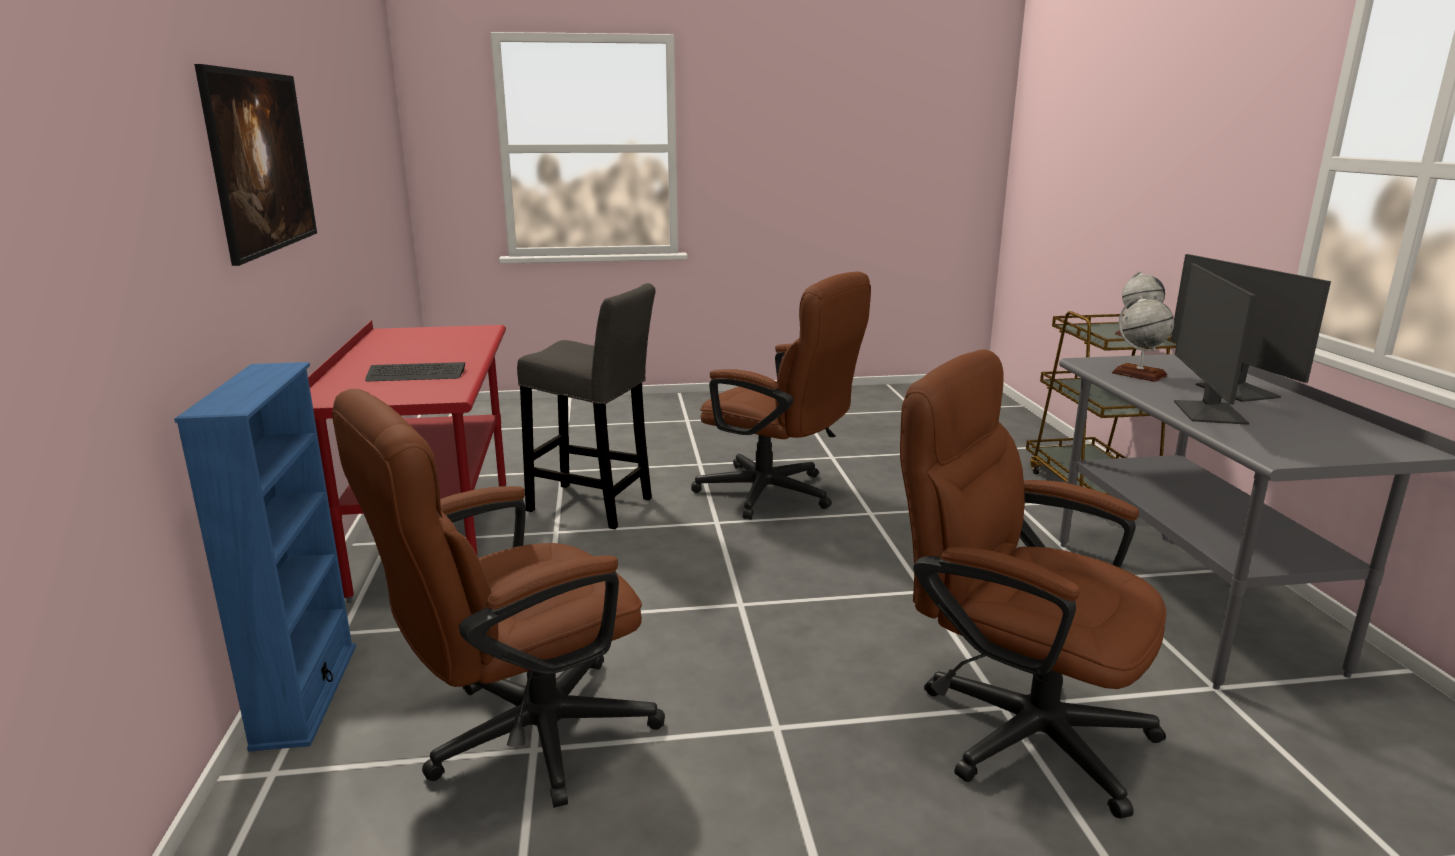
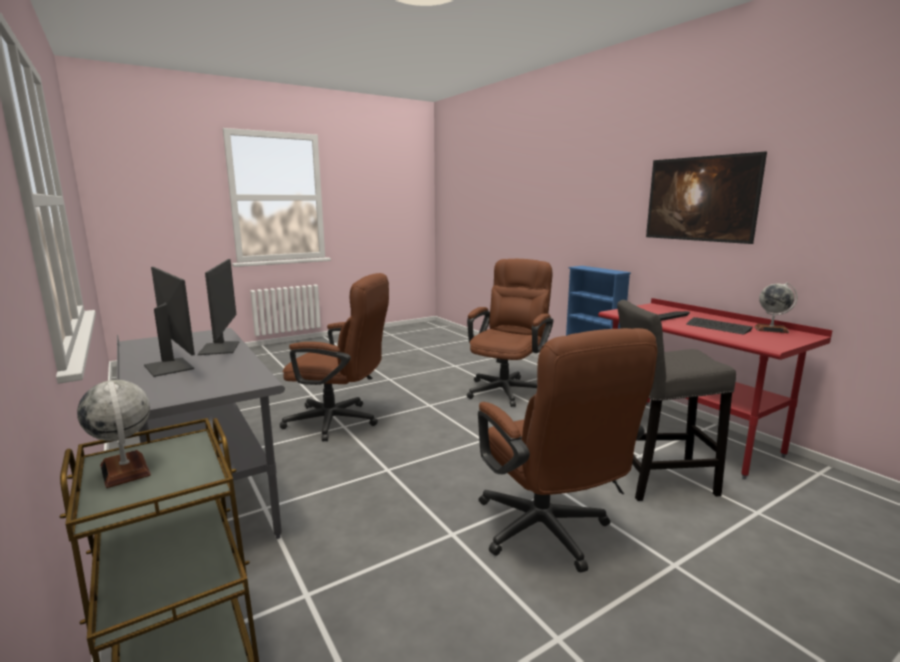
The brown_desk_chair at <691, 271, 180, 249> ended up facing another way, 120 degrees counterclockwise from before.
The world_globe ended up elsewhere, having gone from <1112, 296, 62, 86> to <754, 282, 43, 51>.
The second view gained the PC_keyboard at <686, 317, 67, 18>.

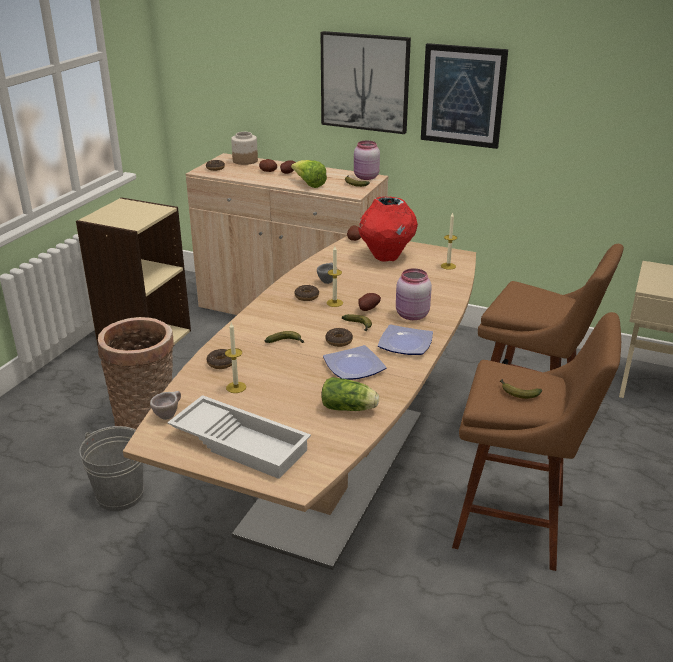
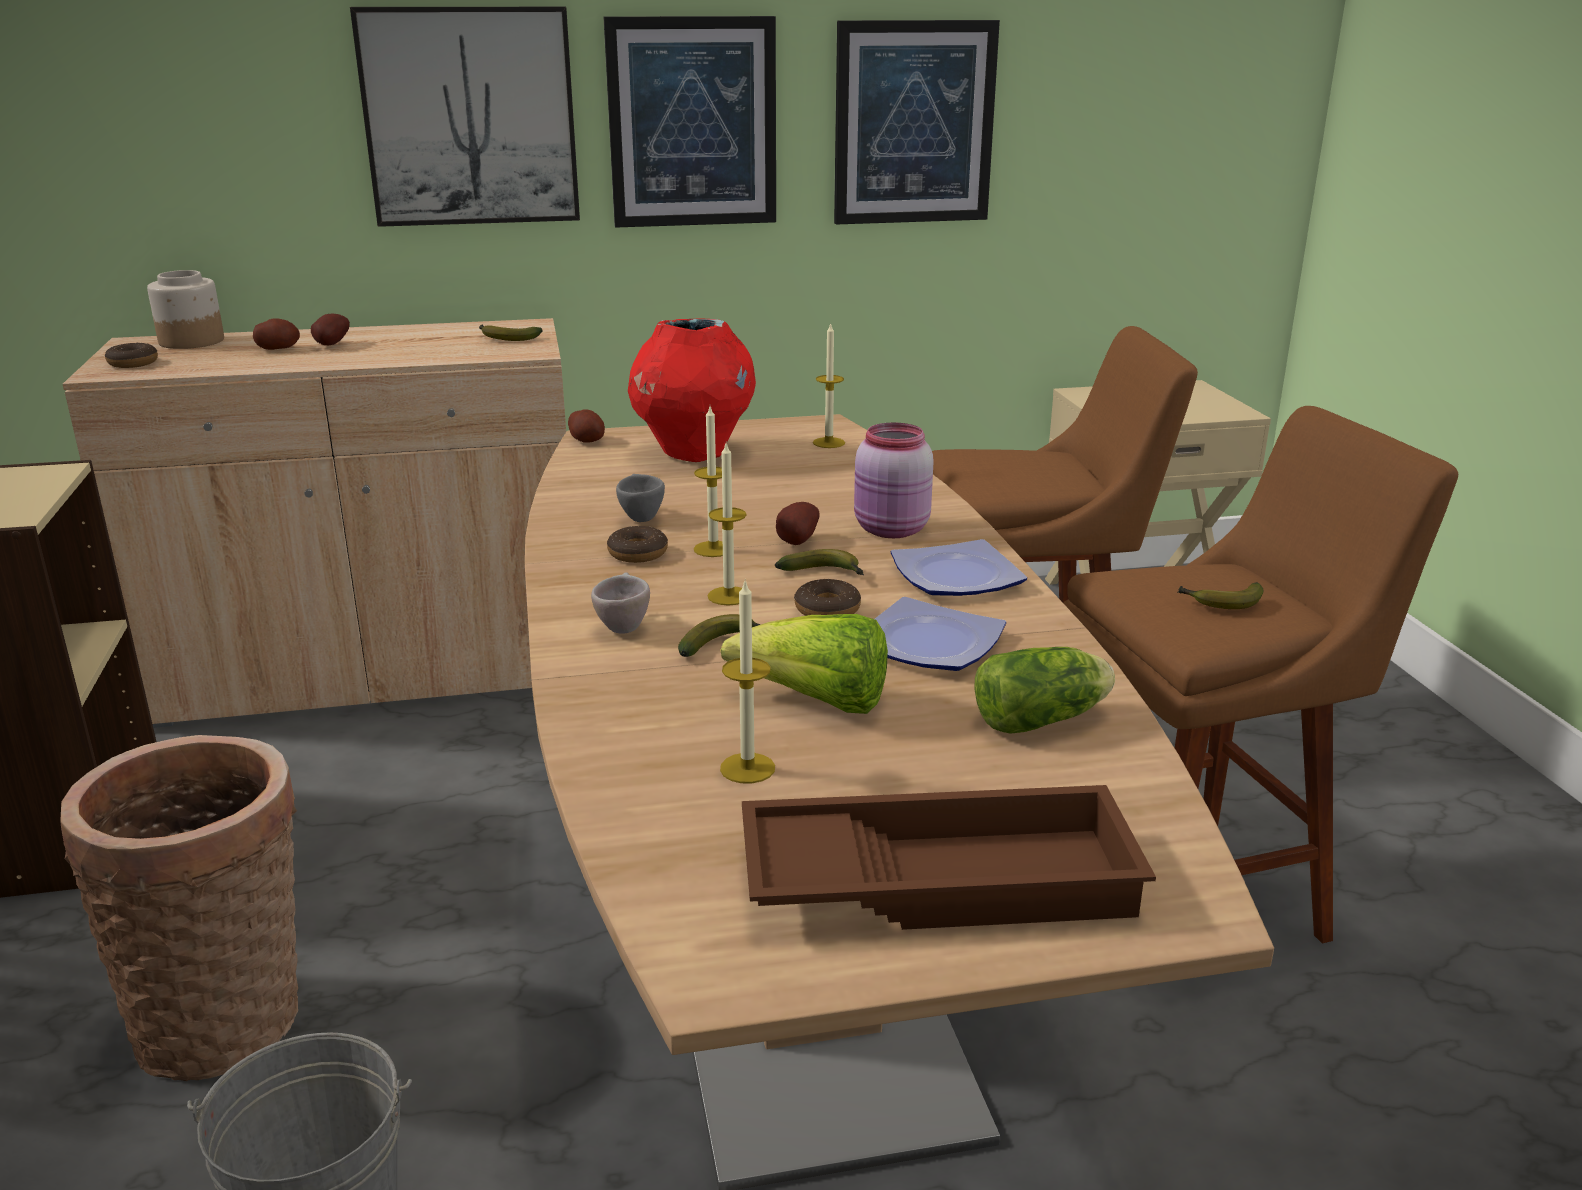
The second view lost the pinkish_preserve_jar at <354, 141, 26, 39>.
The lettuce_head ended up elsewhere, having gone from <291, 160, 36, 28> to <720, 614, 168, 100>.
The second view lost the donut at <207, 349, 25, 20>.
The sand-coloured_small_cup ended up elsewhere, having gone from <150, 391, 31, 29> to <591, 572, 59, 62>.
What was the whitish_tray at <167, 395, 144, 84> turned into the brown_tray at <742, 785, 414, 145>.
The second view gained the picture at <834, 20, 166, 204>.
The second view gained the wax_candle at <708, 443, 38, 162>.

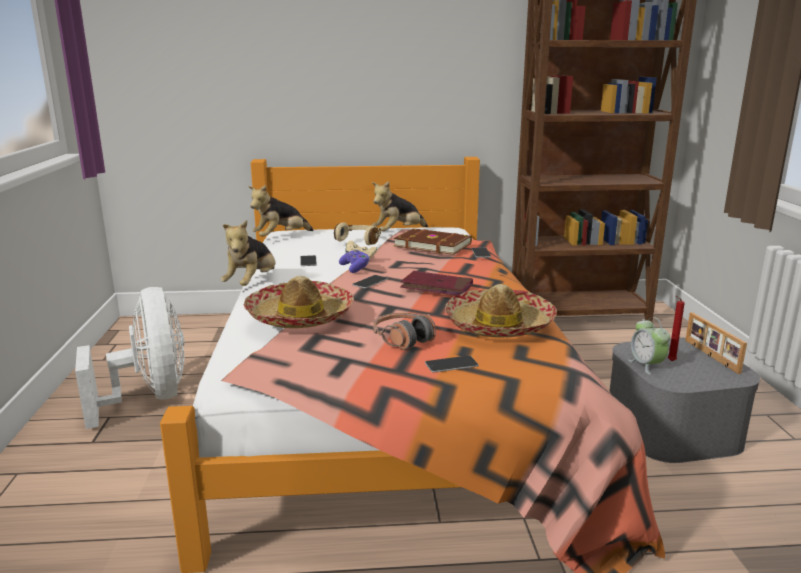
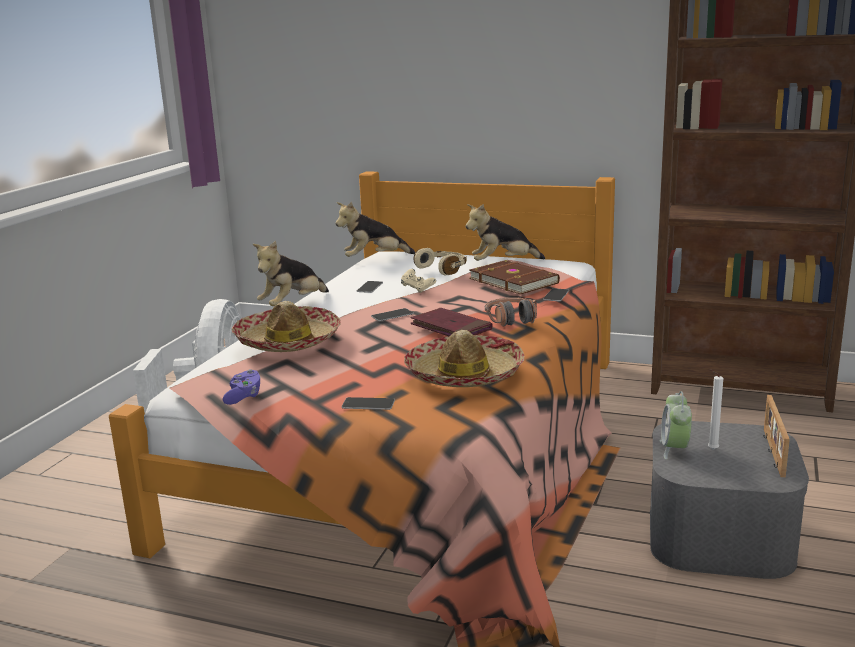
The purplish_game_controller ended up elsewhere, having gone from <339, 249, 31, 24> to <223, 369, 38, 36>.
What was the reddish_wax_candle at <668, 296, 17, 65> turned into the whitish_wax_candle at <708, 369, 15, 81>.
The pair_of_headphones ended up elsewhere, having gone from <373, 312, 63, 38> to <485, 297, 52, 30>.

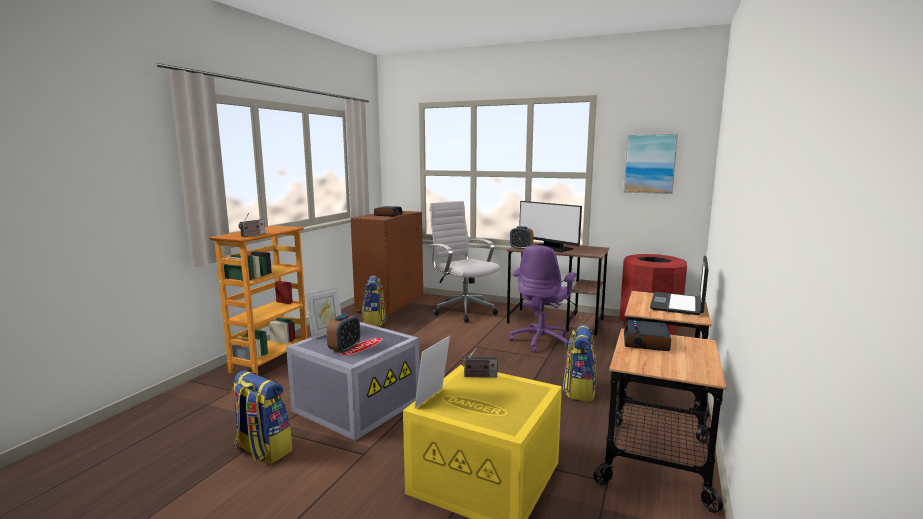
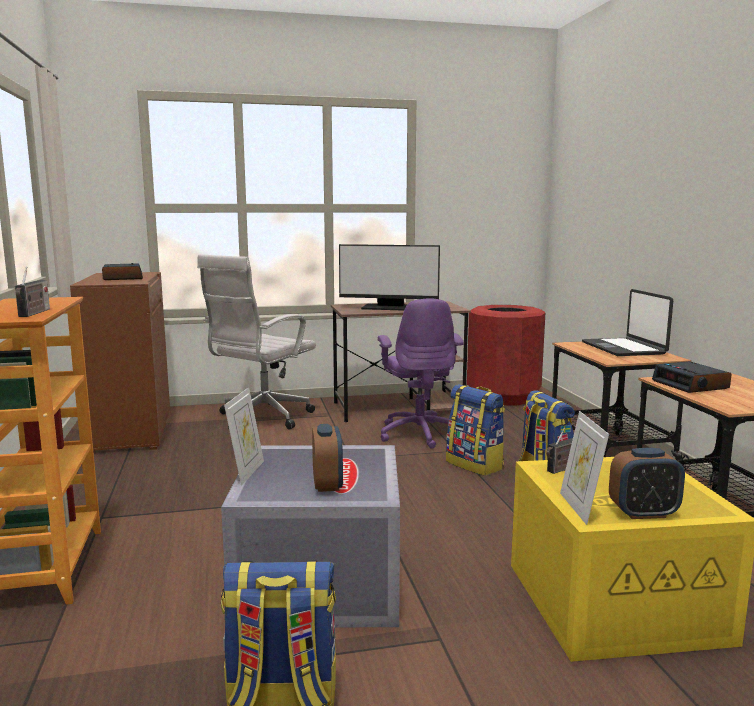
The second view lost the picture at <623, 134, 55, 60>.
The whitish_desk_chair at <429, 201, 71, 121> ended up facing another way, 75 degrees counterclockwise from before.
The alarm_clock ended up elsewhere, having gone from <510, 226, 23, 24> to <609, 448, 76, 71>.
The knapsack ended up elsewhere, having gone from <362, 275, 24, 52> to <446, 384, 59, 92>.

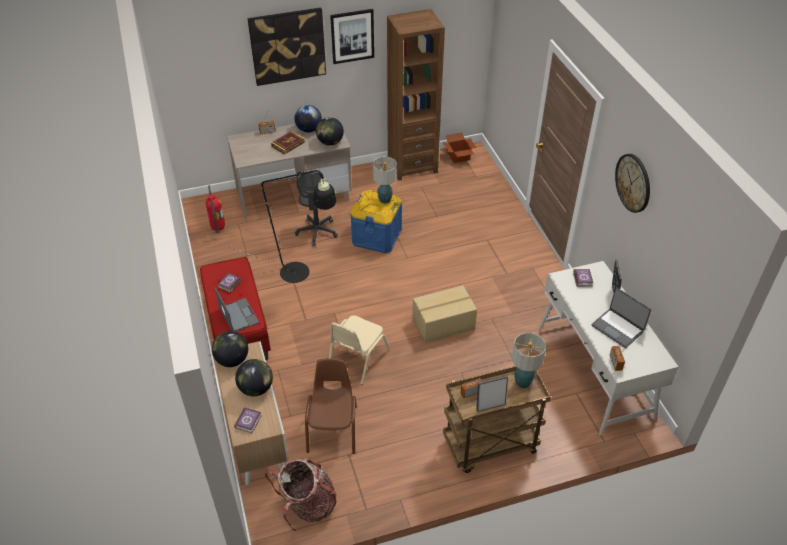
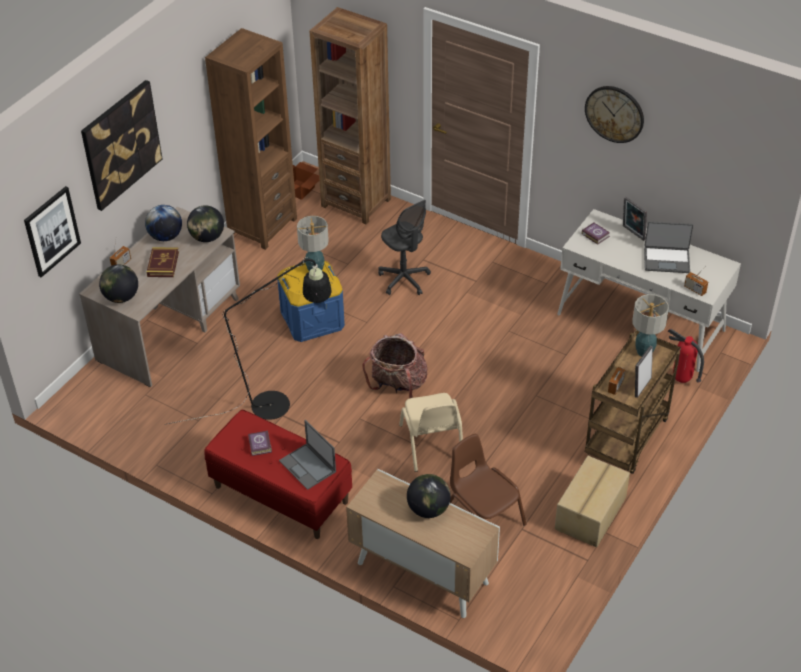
The picture ended up elsewhere, having gone from <330, 9, 44, 55> to <24, 186, 57, 91>.
The greyish_desk_chair ended up elsewhere, having gone from <295, 172, 43, 74> to <378, 200, 53, 95>.
The fire-fighting_cylinder ended up elsewhere, having gone from <206, 185, 19, 48> to <668, 329, 36, 54>.
The carton ended up elsewhere, having gone from <412, 285, 65, 58> to <555, 456, 75, 91>.
The laptop at <215, 288, 44, 44> ended up facing another way, 150 degrees counterclockwise from before.
The world_globe ended up elsewhere, having gone from <212, 331, 36, 36> to <99, 265, 39, 38>.
The second view lost the bound_book at <234, 407, 28, 26>.
The knapsack ended up elsewhere, having gone from <265, 458, 71, 73> to <362, 333, 65, 65>.
The second view gained the brown_bookcase at <310, 7, 81, 218>.

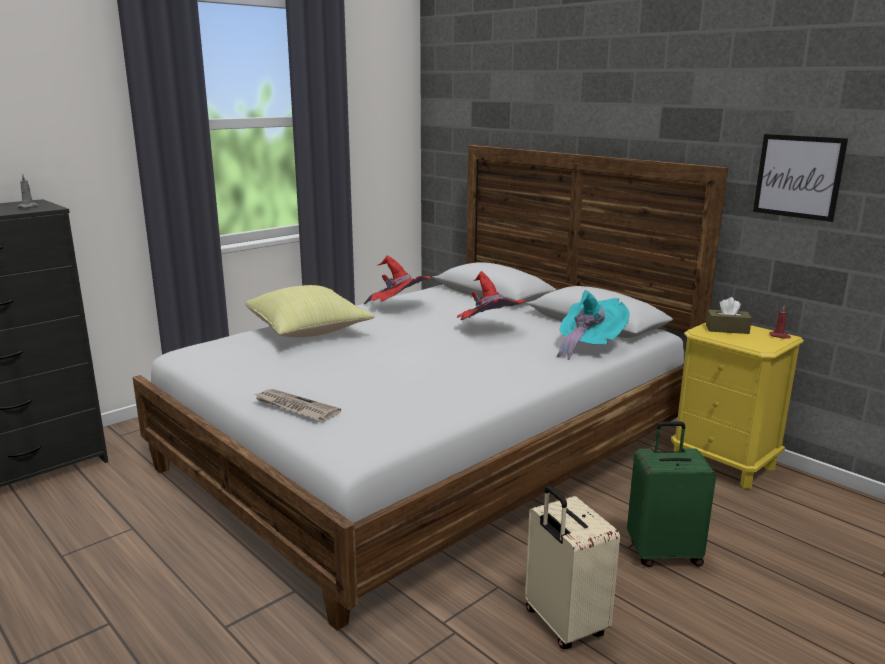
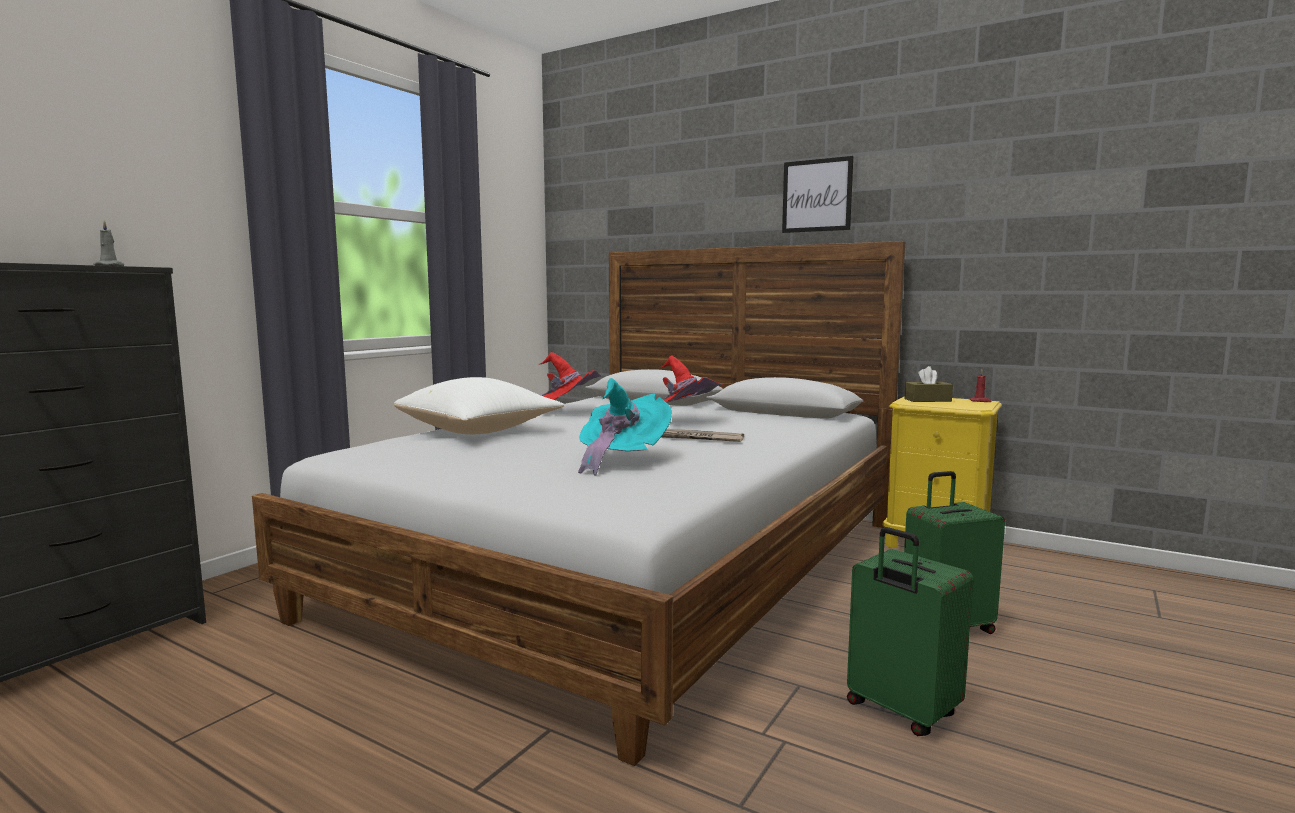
The picture ended up elsewhere, having gone from <753, 134, 95, 88> to <782, 156, 71, 77>.
What was the yellow-coloured_pillow at <246, 285, 129, 52> turned into the whitish_pillow at <394, 377, 170, 57>.
The turquoise_clothing_hat ended up elsewhere, having gone from <557, 290, 73, 70> to <578, 378, 94, 98>.
The daily_paper ended up elsewhere, having gone from <254, 389, 87, 32> to <662, 429, 82, 13>.
What was the sand-coloured_piece_of_luggage at <525, 486, 95, 163> turned into the greenish_piece_of_luggage at <847, 527, 127, 209>.

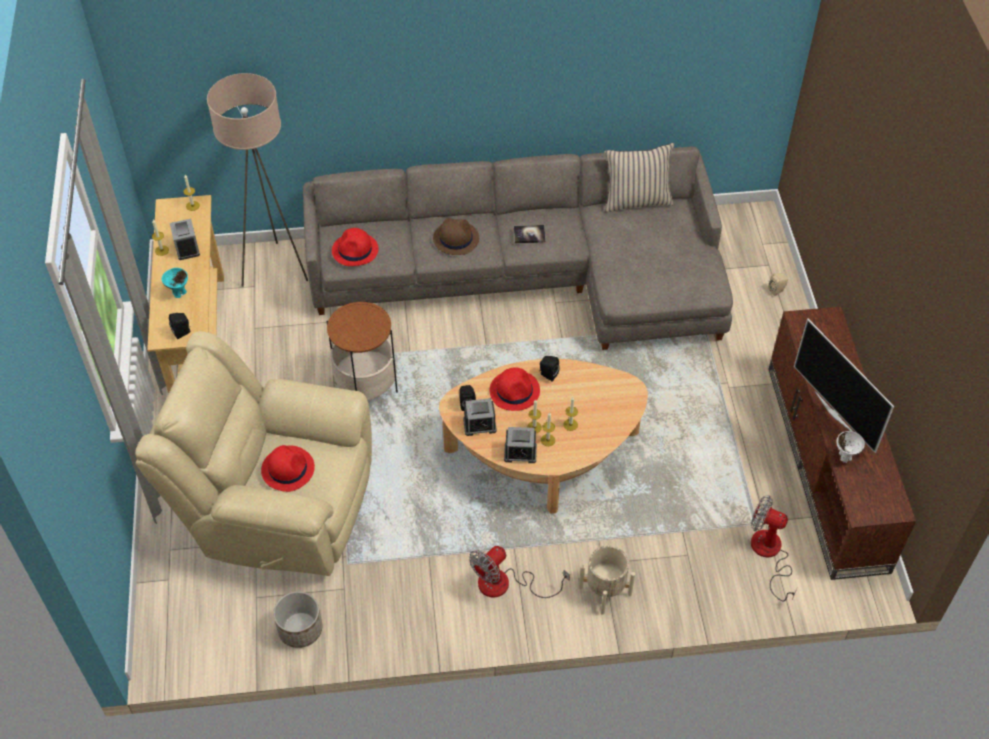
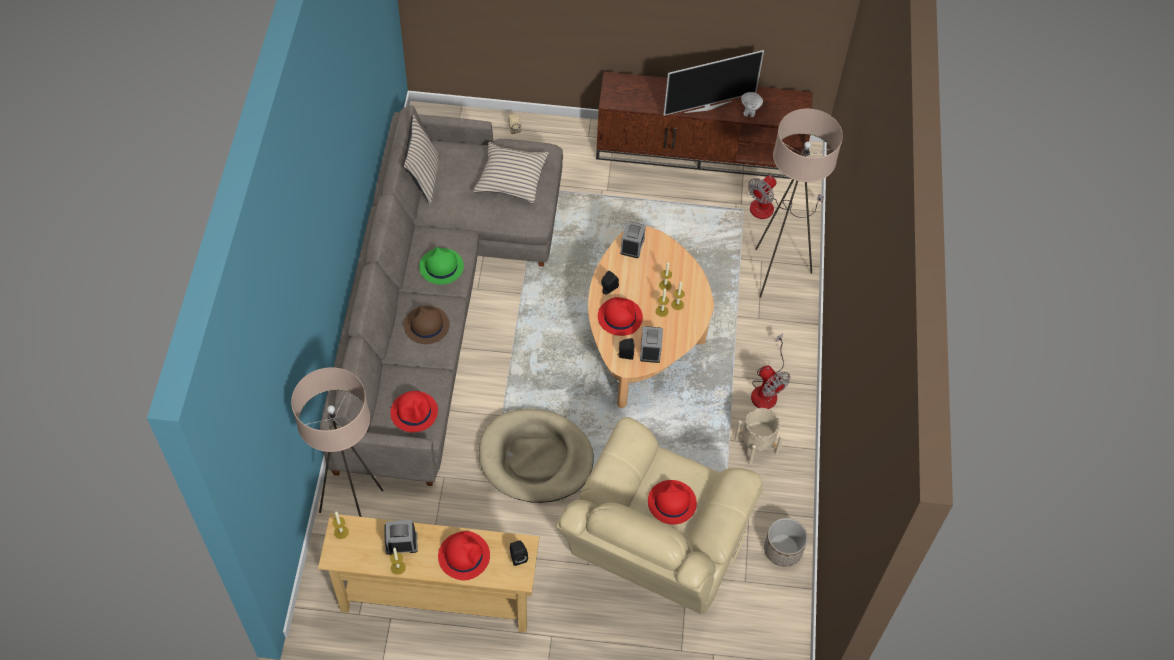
Where the bound_book stood at <514, 225, 32, 18>, the greenish_clothing_hat came to stand at <419, 247, 45, 38>.
Where the turquoise_serving_bowl stood at <162, 268, 26, 30>, the reddish_clothing_hat came to stand at <438, 531, 52, 49>.
Where the side_table stood at <327, 301, 71, 99>, the sand-coloured_dog_cushion came to stand at <479, 408, 115, 95>.
The alarm_clock ended up elsewhere, having gone from <504, 427, 33, 36> to <620, 221, 26, 37>.
The sand-coloured_plant_pot ended up elsewhere, having gone from <579, 546, 56, 69> to <735, 408, 48, 57>.
The second view gained the sand-coloured_standing_lamp at <755, 109, 88, 189>.
The second view gained the sand-coloured_pillow at <473, 142, 76, 61>.

